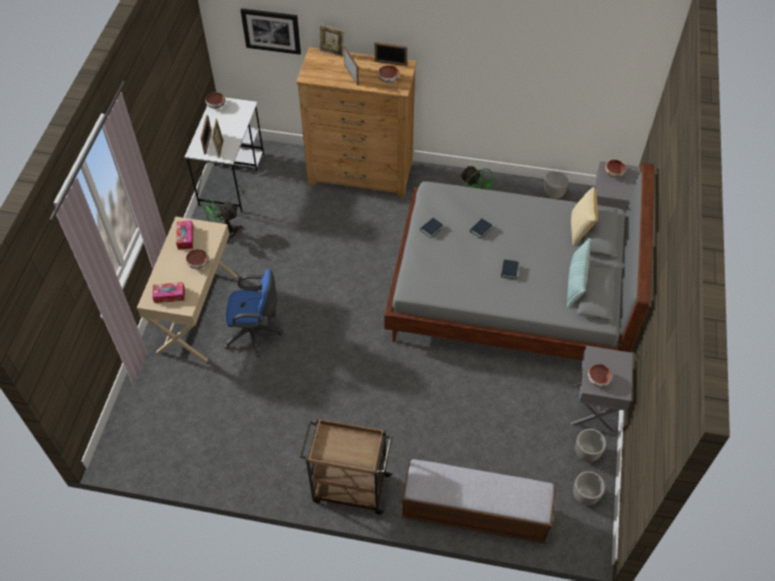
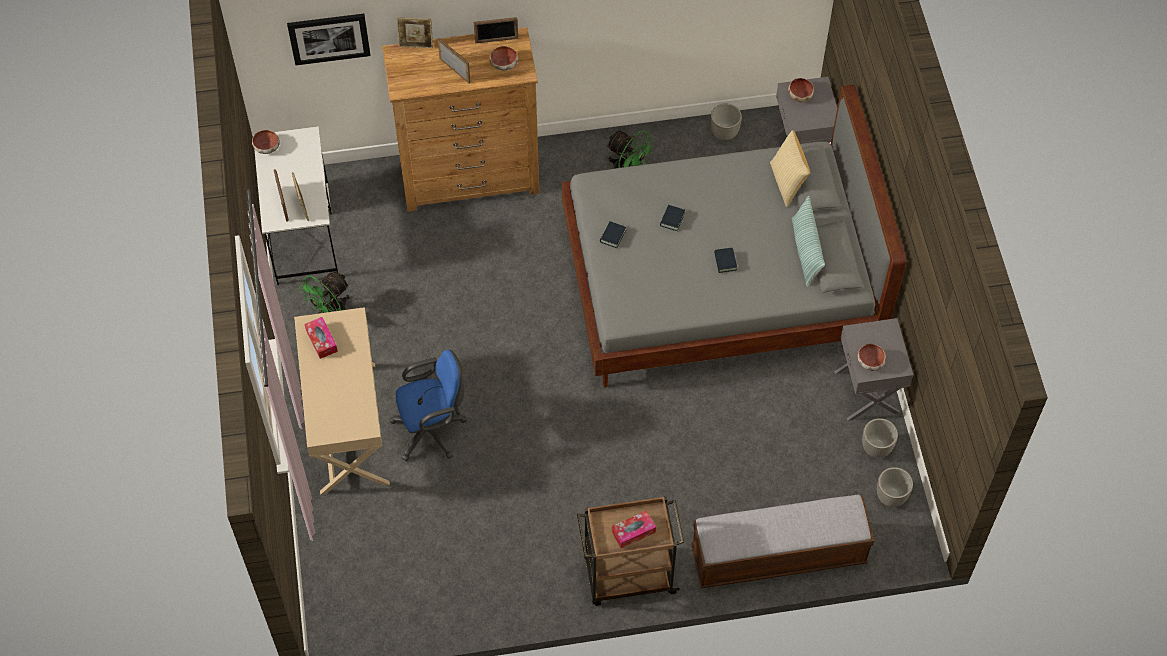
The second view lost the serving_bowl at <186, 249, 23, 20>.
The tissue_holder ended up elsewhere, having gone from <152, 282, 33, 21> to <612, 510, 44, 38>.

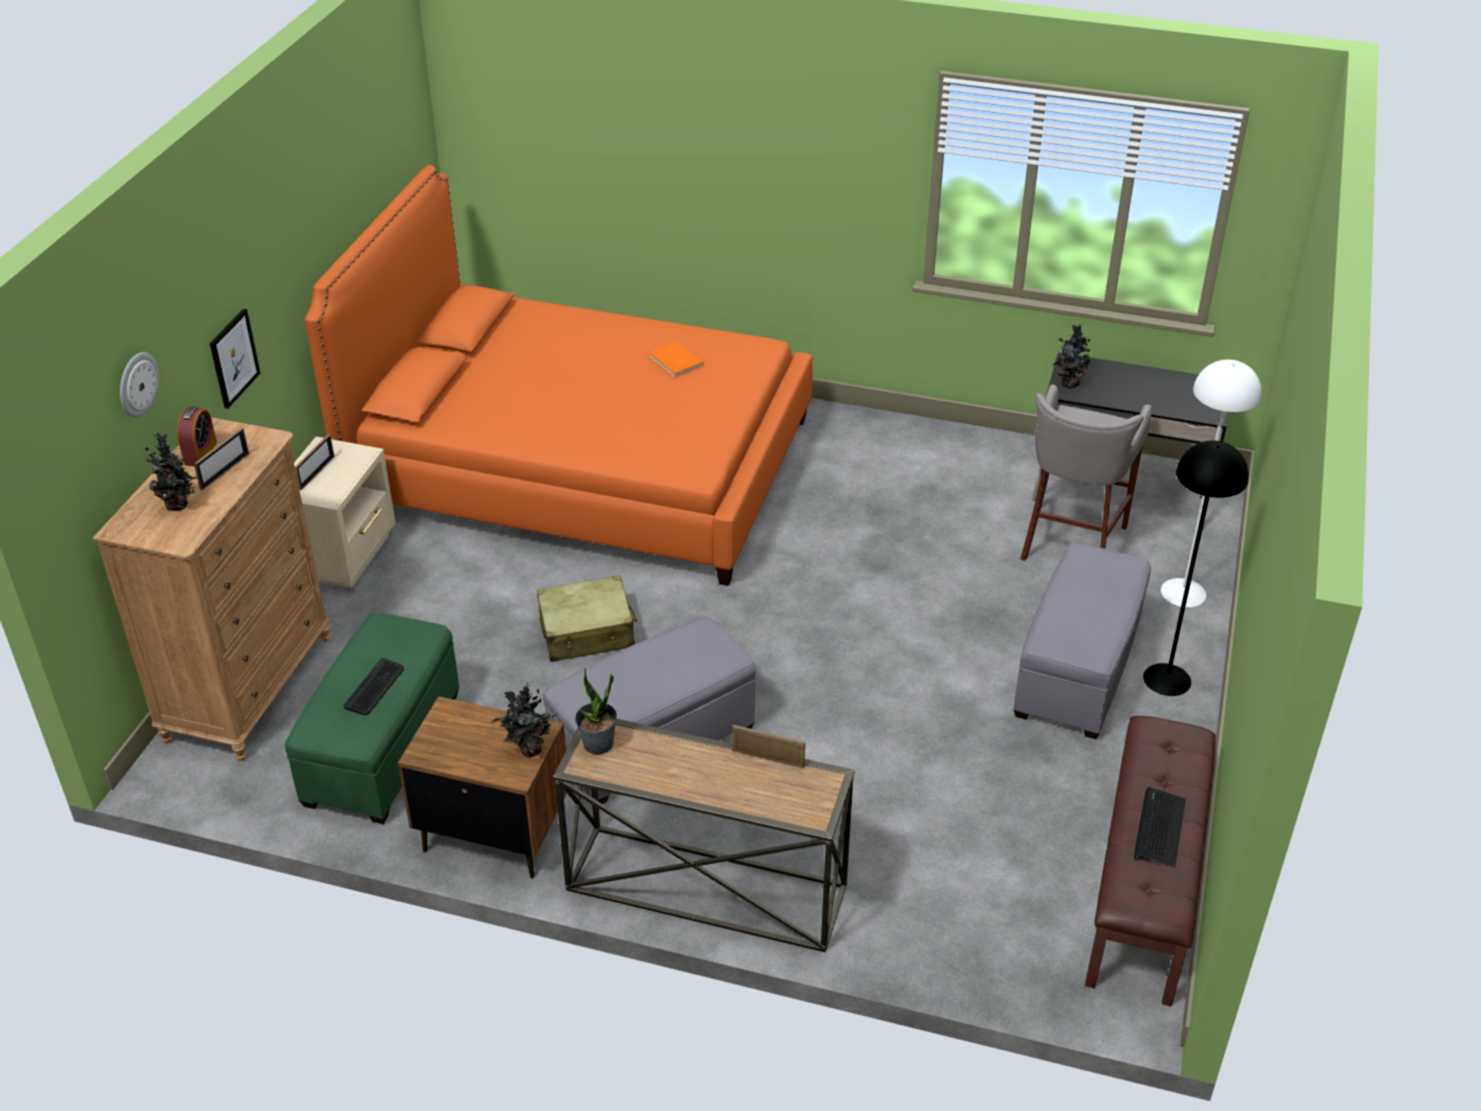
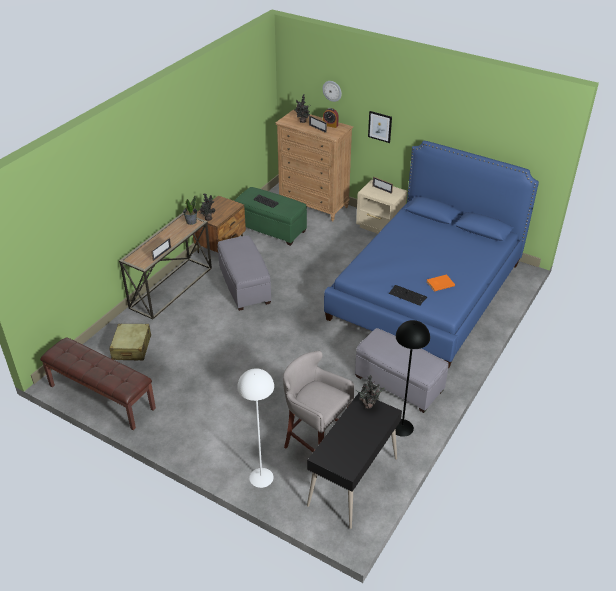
What was the orange_bed at <305, 165, 508, 421> turned into the blue-coloured_bed at <324, 141, 215, 228>.
The black-coloured_standing_lamp ended up elsewhere, having gone from <1143, 440, 106, 256> to <395, 320, 35, 117>.
The greyish_ottoman ended up elsewhere, having gone from <1014, 542, 137, 197> to <355, 328, 94, 85>.
The sand-coloured_piece_of_luggage ended up elsewhere, having gone from <537, 575, 100, 87> to <109, 324, 42, 36>.
The PC_keyboard ended up elsewhere, having gone from <1134, 787, 52, 81> to <389, 285, 38, 21>.

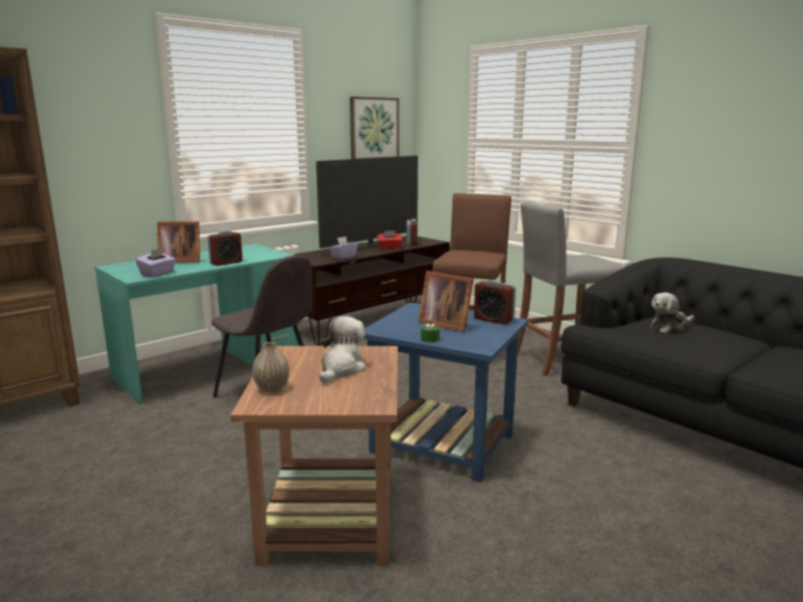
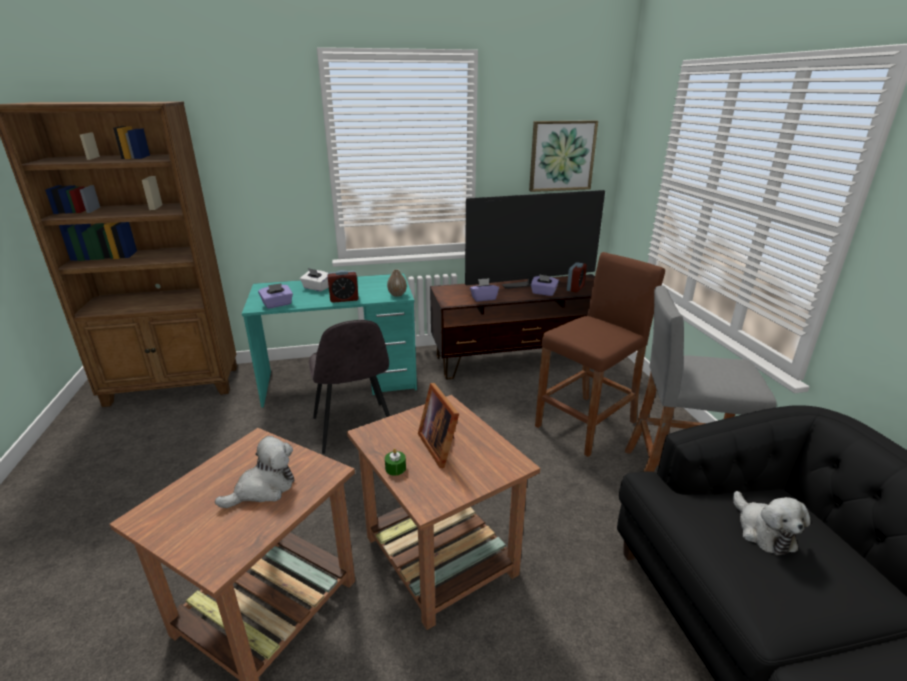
Where the picture_frame stood at <157, 221, 43, 41>, the whitish_tissue_holder came to stand at <300, 268, 29, 23>.
What was the reddish_tissue_holder at <377, 230, 25, 20> turned into the purplish_tissue_holder at <530, 274, 29, 22>.
The second view lost the alarm_clock at <474, 280, 42, 45>.
The soft_toy at <650, 293, 45, 41> ended up facing another way, 105 degrees counterclockwise from before.
What was the blue-coloured_side_table at <364, 303, 164, 179> turned into the brown_side_table at <347, 395, 193, 235>.
The flower_vase ended up elsewhere, having gone from <253, 342, 36, 50> to <387, 270, 20, 27>.

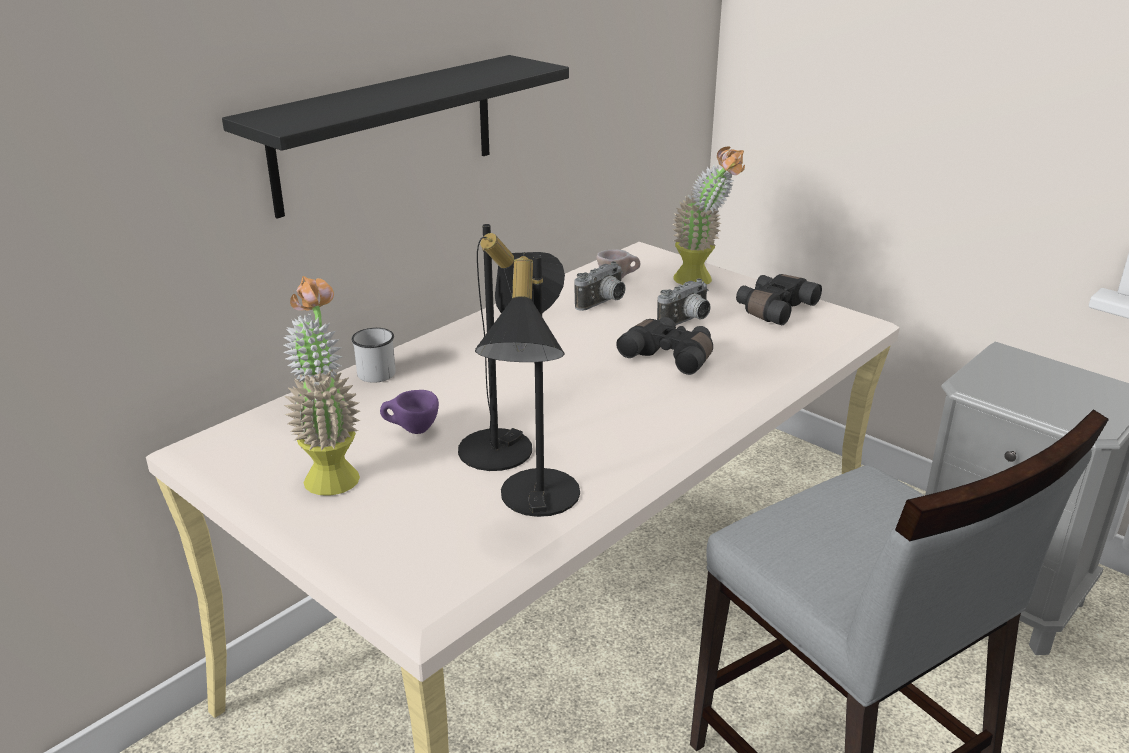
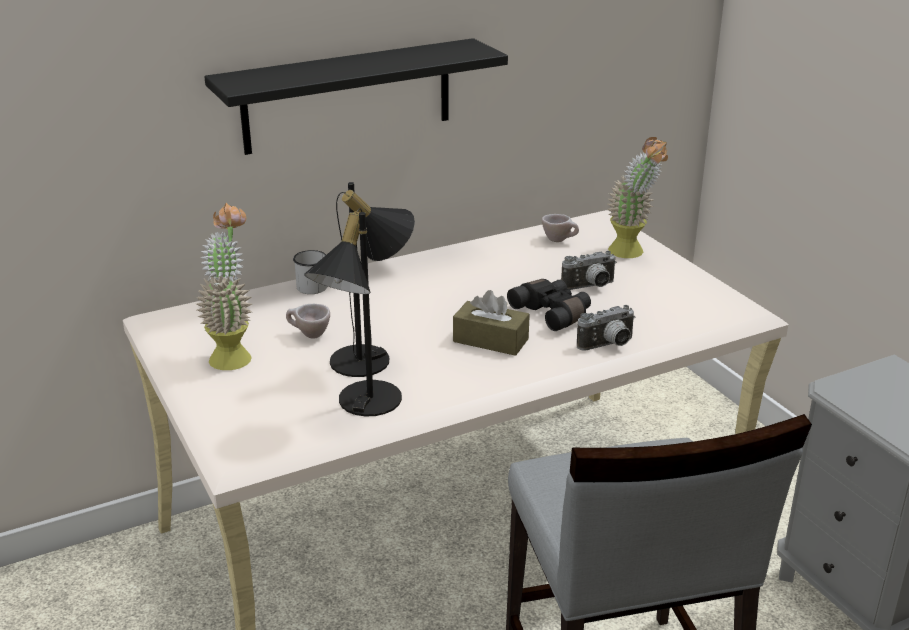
The photo_camera ended up elsewhere, having gone from <575, 261, 51, 50> to <577, 305, 59, 46>.
The second view lost the black-coloured_pair_of_binoculars at <736, 274, 86, 51>.
What was the purplish_small_cup at <380, 390, 59, 44> turned into the sand-coloured_small_cup at <286, 304, 44, 35>.
The second view gained the brown_tissue_holder at <453, 290, 77, 66>.

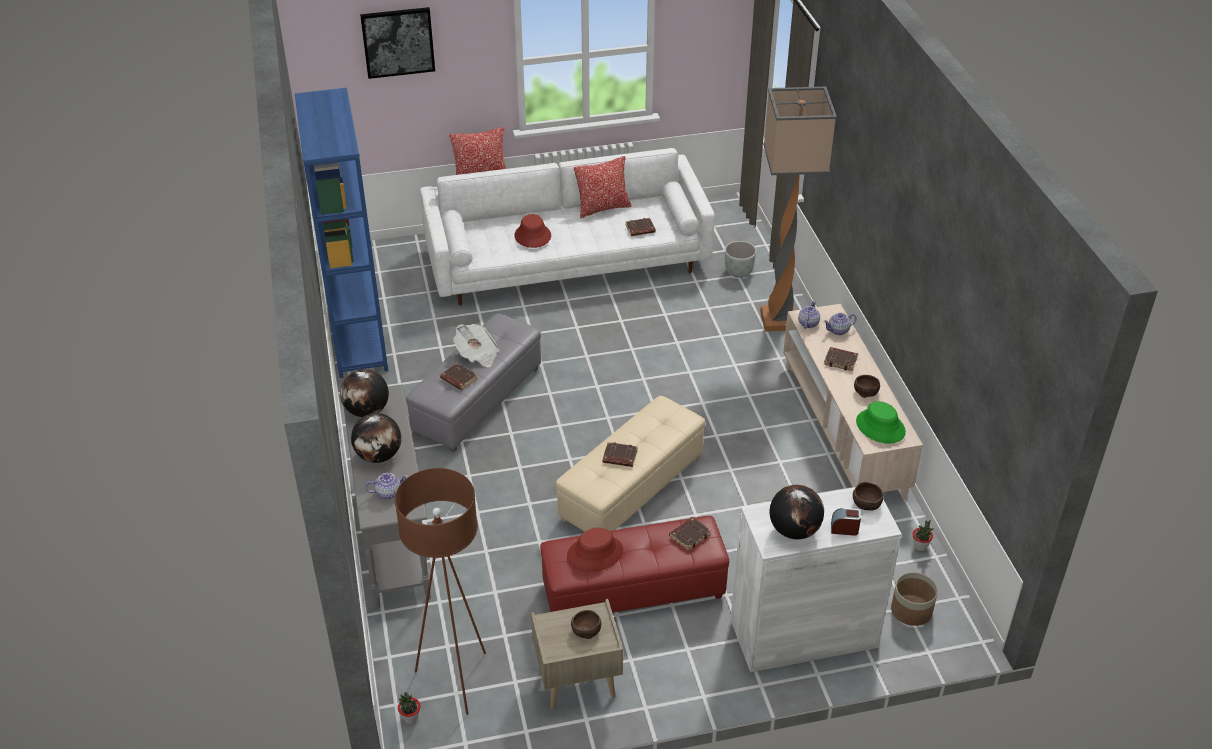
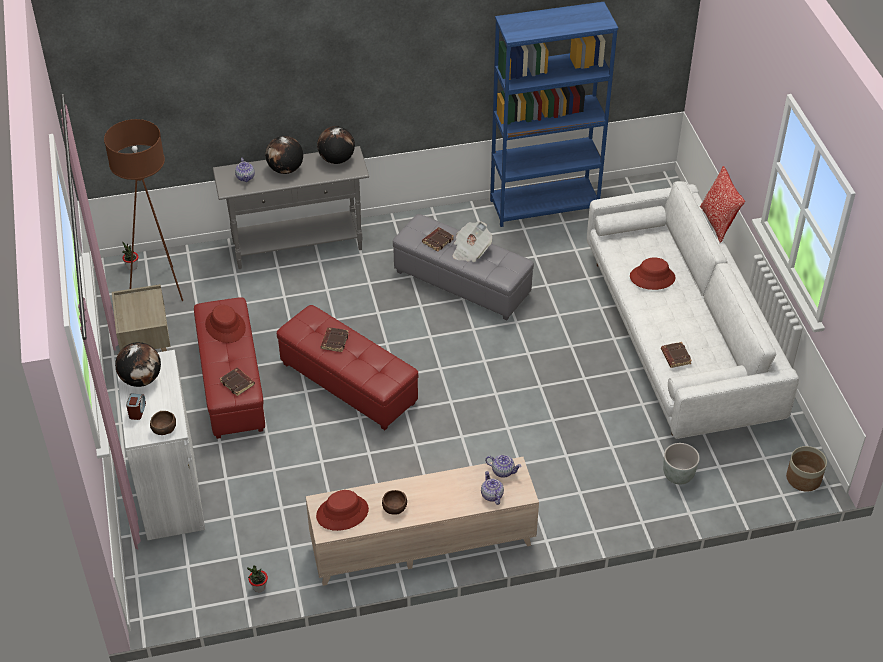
The second view lost the picture at <360, 7, 75, 72>.
The second view lost the standing_lamp at <760, 87, 77, 244>.
The second view lost the pillow at <574, 156, 57, 62>.
The second view lost the brown_bound_book at <824, 347, 34, 24>.
What was the sand-coloured_ottoman at <556, 396, 149, 136> turned into the reddish_ottoman at <277, 305, 141, 125>.
What was the greenish_clothing_hat at <856, 401, 50, 42> turned into the reddish_clothing_hat at <316, 490, 53, 41>.
The plant_pot ended up elsewhere, having gone from <891, 572, 47, 54> to <786, 446, 41, 46>.
The second view lost the brown_serving_bowl at <571, 610, 30, 29>.

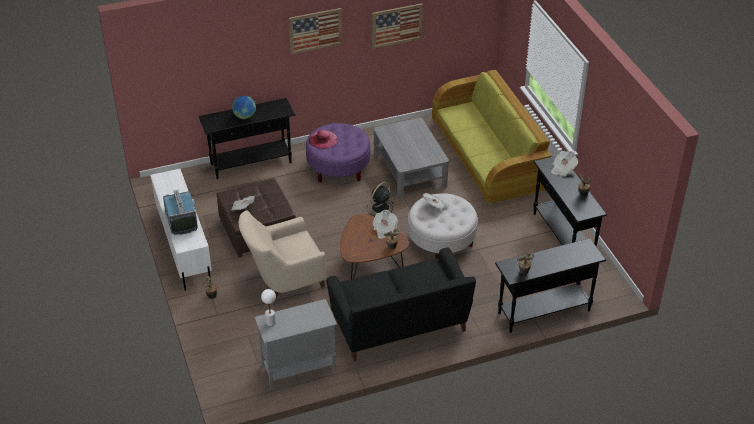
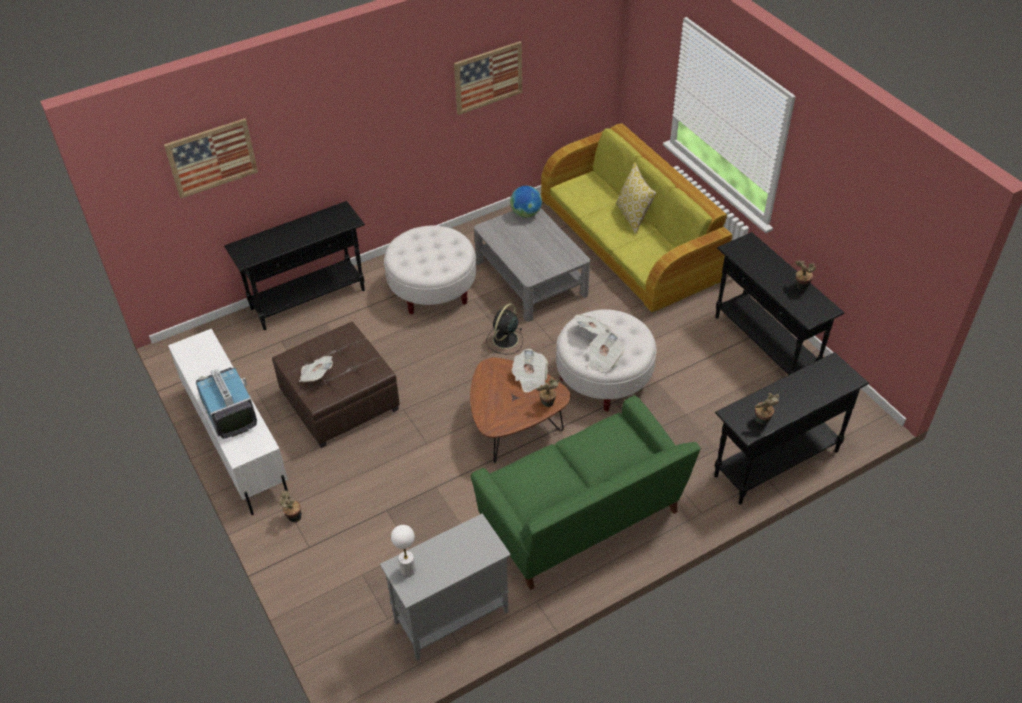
The picture ended up elsewhere, having gone from <289, 8, 53, 46> to <164, 118, 94, 81>.
The world_globe ended up elsewhere, having gone from <232, 96, 24, 23> to <510, 186, 32, 32>.
What was the purplish_ottoman at <306, 123, 64, 60> turned into the whitish_ottoman at <384, 226, 92, 88>.
The second view lost the pinkish_clothing_hat at <309, 130, 29, 19>.
The daily_paper ended up elsewhere, having gone from <551, 151, 27, 25> to <587, 332, 37, 40>.
The second view lost the sand-coloured_easy_chair at <239, 211, 87, 88>.
What was the black-coloured_sofa at <326, 248, 150, 113> turned into the greenish_sofa at <471, 395, 230, 195>.
The second view gained the pillow at <616, 162, 40, 72>.

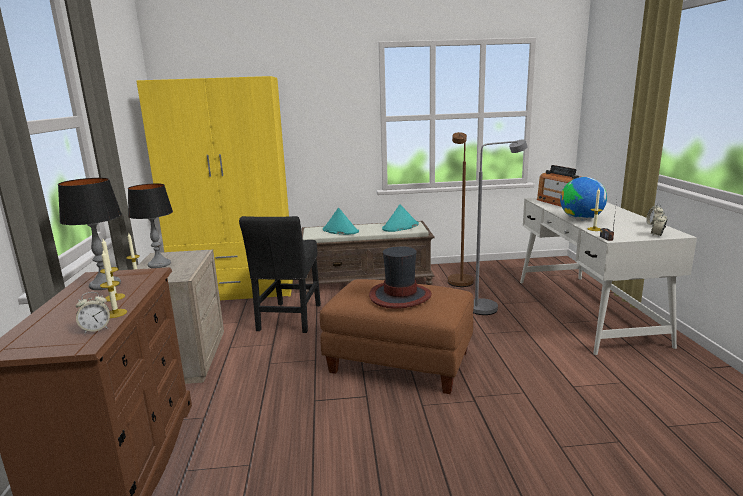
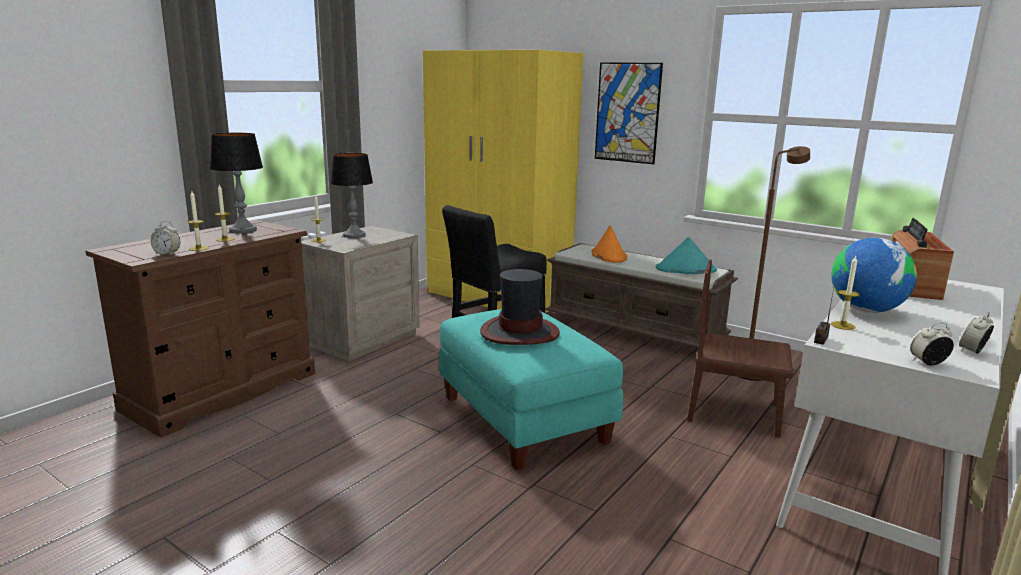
Where the greyish_standing_lamp stood at <473, 139, 55, 176>, the brown_upright_chair came to stand at <687, 260, 106, 178>.
What was the turquoise_clothing_hat at <323, 208, 36, 27> turned into the orange_clothing_hat at <591, 225, 37, 38>.
What was the brown_ottoman at <320, 279, 154, 115> turned into the turquoise_ottoman at <439, 309, 184, 161>.
The second view gained the picture at <595, 62, 68, 102>.

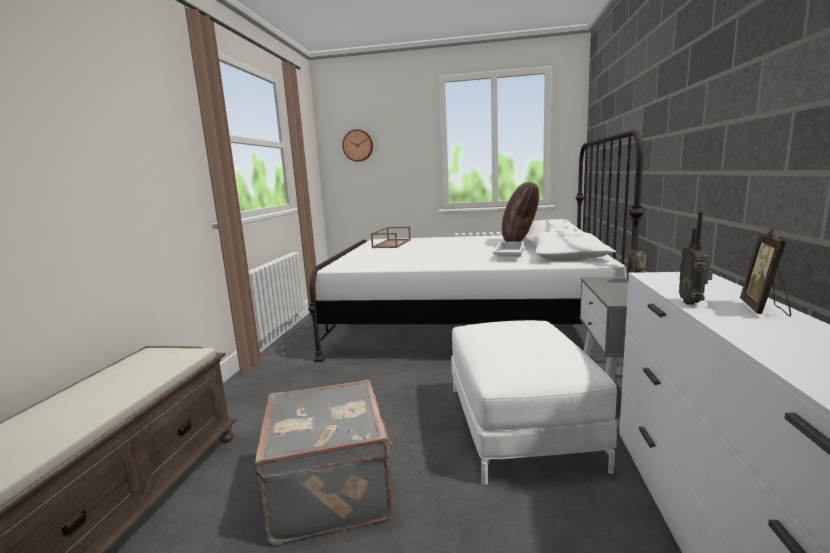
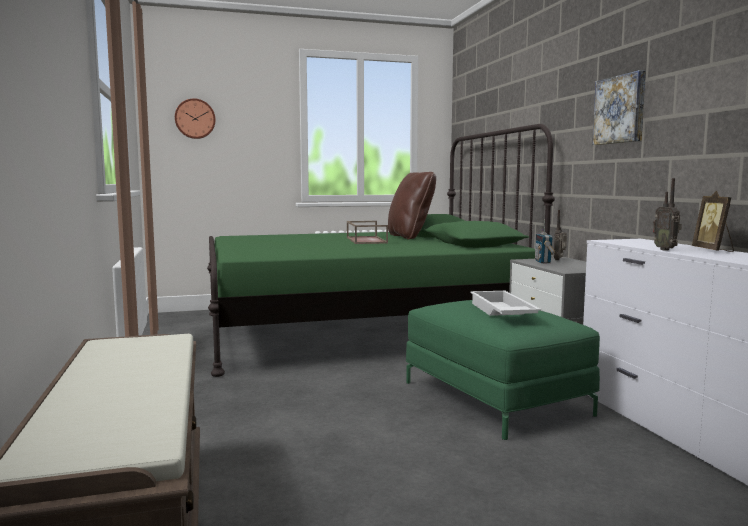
What was the whitish_bed at <308, 130, 336, 232> turned into the greenish_bed at <207, 124, 348, 253>.
The brown_tray ended up elsewhere, having gone from <371, 227, 40, 21> to <347, 221, 41, 23>.
The whitish_tray ended up elsewhere, having gone from <493, 242, 31, 15> to <470, 291, 71, 25>.
What was the whitish_ottoman at <451, 320, 166, 165> turned into the greenish_ottoman at <406, 300, 194, 140>.
The second view lost the greyish_piece_of_luggage at <254, 380, 139, 165>.
The second view gained the picture at <592, 70, 54, 75>.
The second view gained the radio at <535, 219, 21, 45>.

